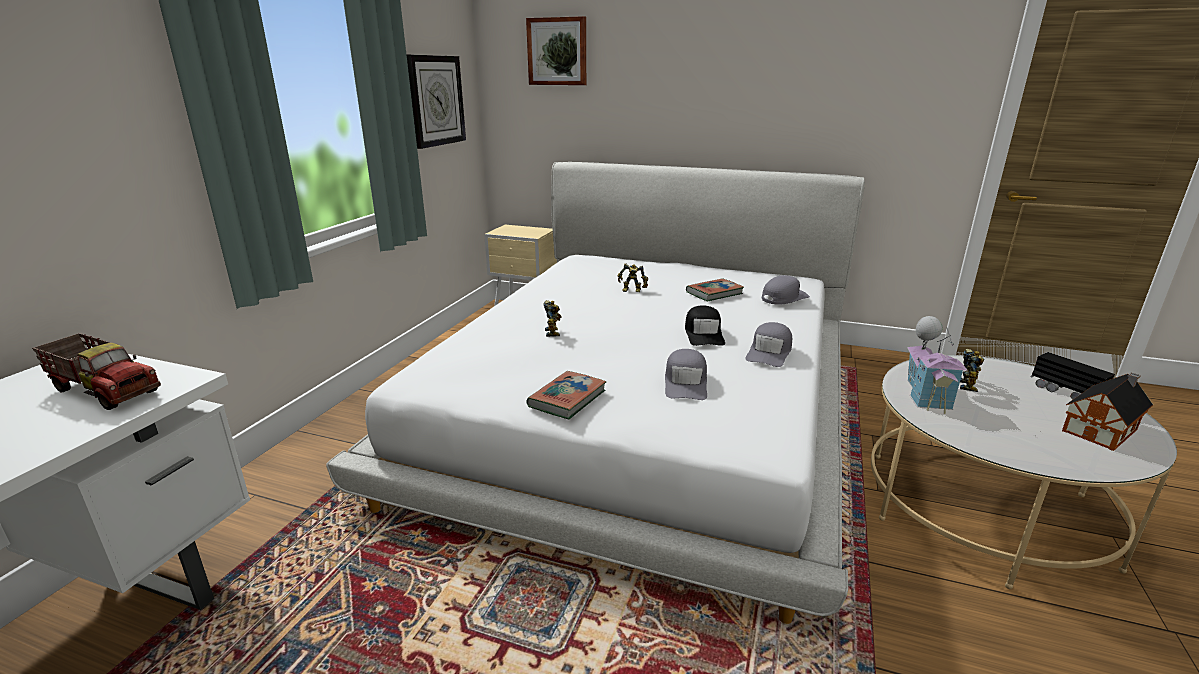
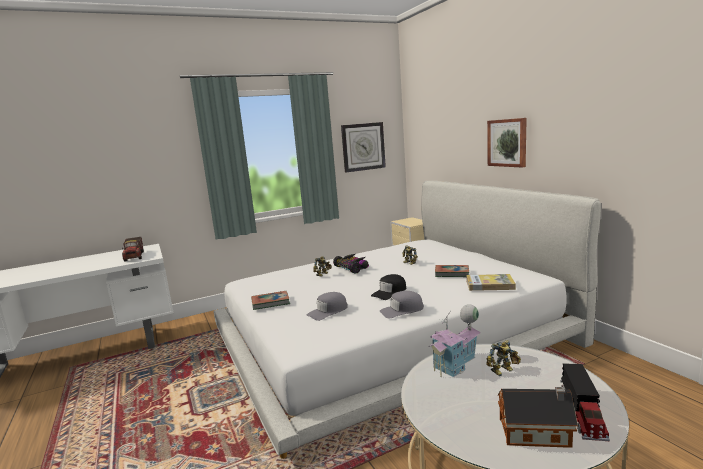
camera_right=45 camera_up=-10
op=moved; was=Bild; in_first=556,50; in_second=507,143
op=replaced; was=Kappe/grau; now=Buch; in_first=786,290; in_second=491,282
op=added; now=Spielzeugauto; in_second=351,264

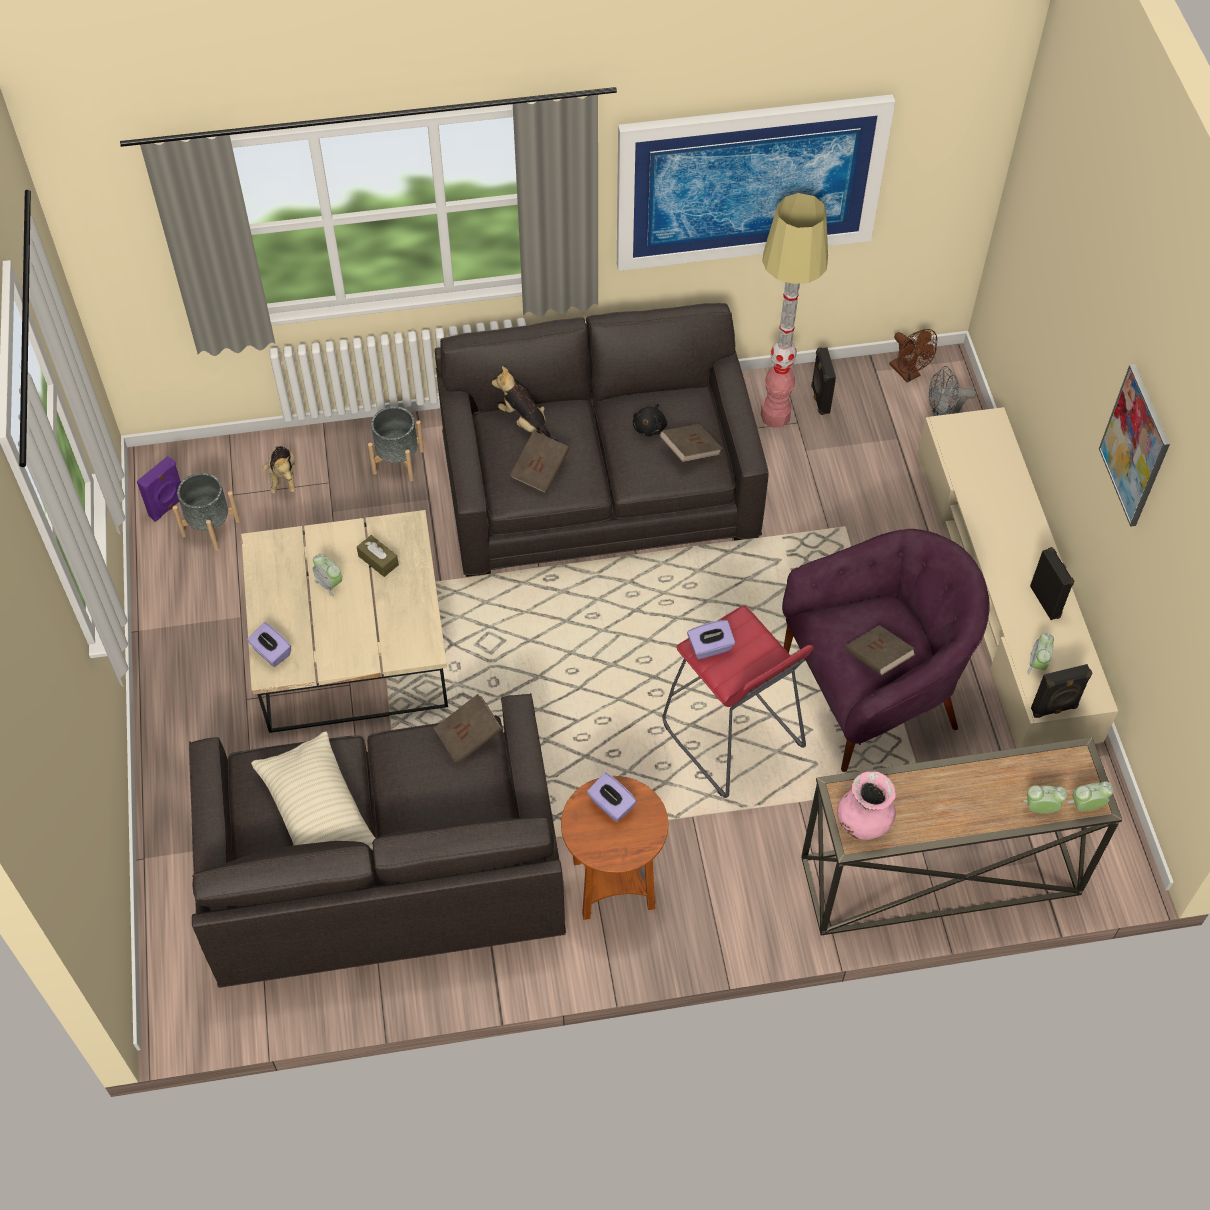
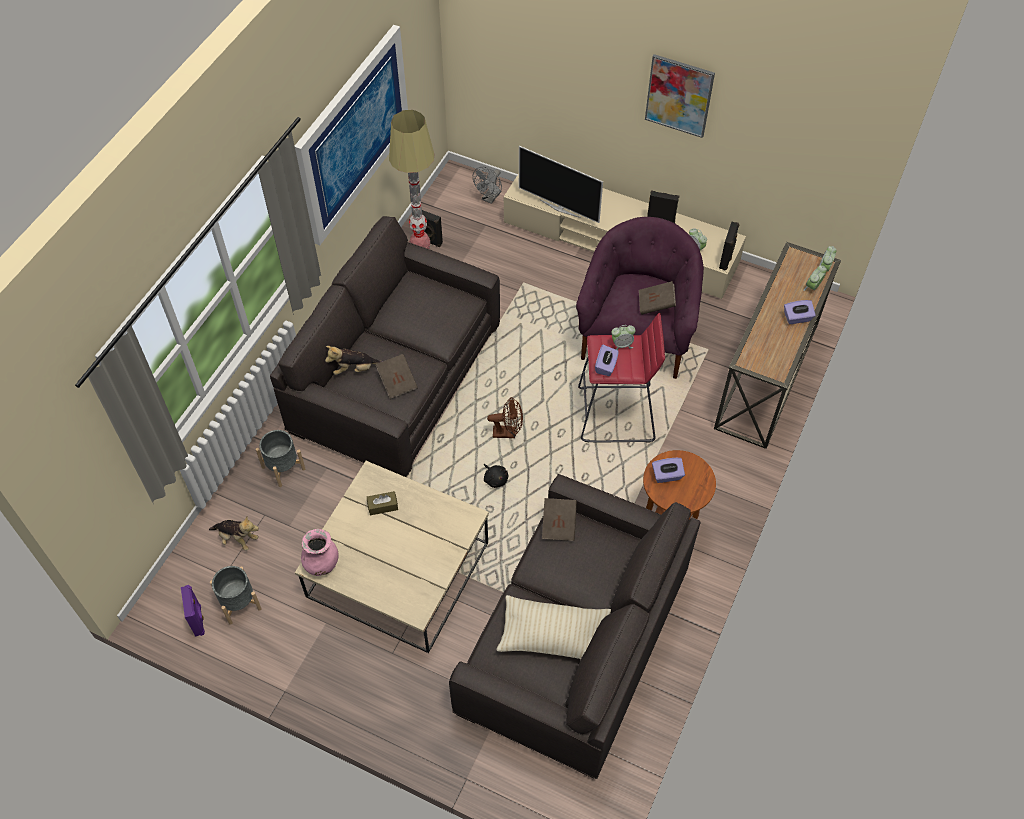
camera_right=-55 camera_up=0
op=moved; was=Ventilator/braun; in_first=913,356; in_second=505,417
op=moved; was=Plüschtier/schwarz; in_first=650,420; in_second=496,476
op=removed; was=Buch/braun; in_first=691,443
op=moved; was=Wecker; in_first=327,575; in_second=623,337
op=moved; was=Taschentuchbox/lila; in_first=269,644; in_second=800,312
op=moved; was=Vase/rosa; in_first=866,805; in_second=320,552
op=added; now=Fernseher; in_second=561,184

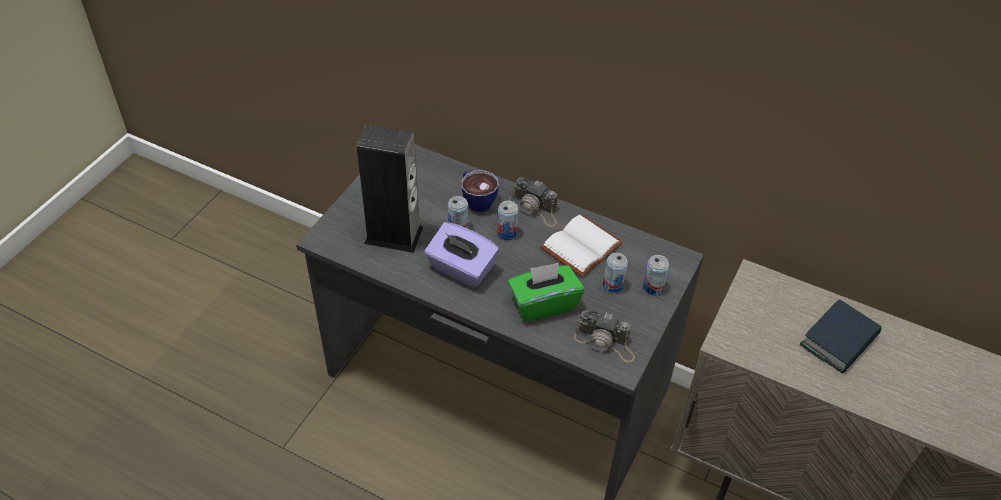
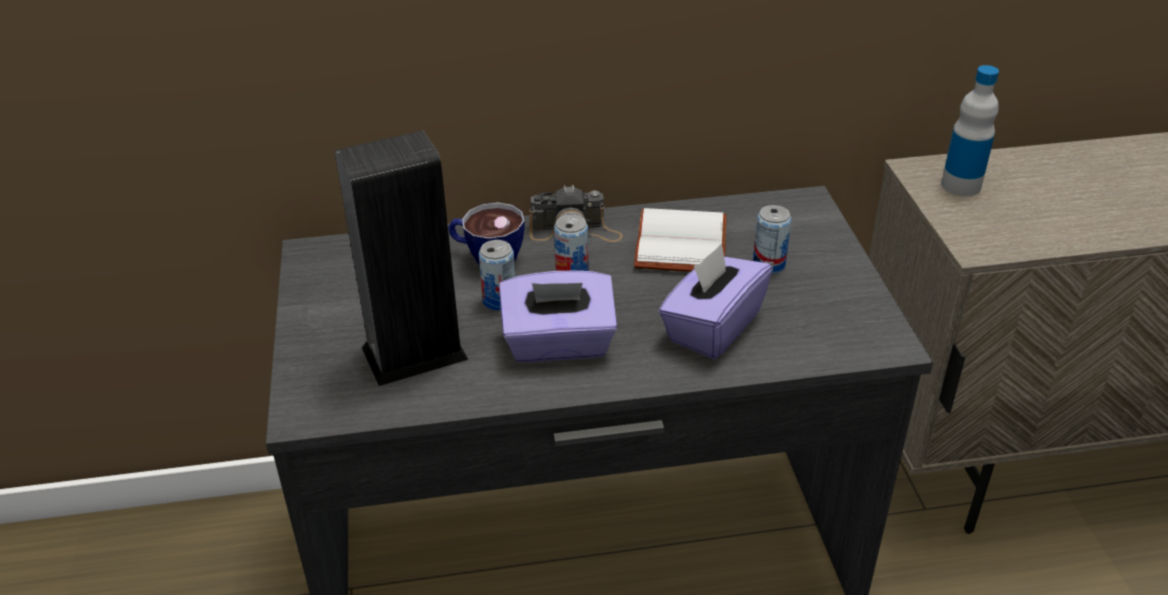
camera_right=-35 camera_up=-10
op=removed; was=Dose; in_first=656,275
op=recoloured; was=Taschentuchbox/grün; now=Taschentuchbox/lila; in_first=546,292; in_second=715,301
op=removed; was=Buch; in_first=840,336
op=removed; was=Kamera; in_first=604,336
op=added; now=Flasche; in_second=970,130

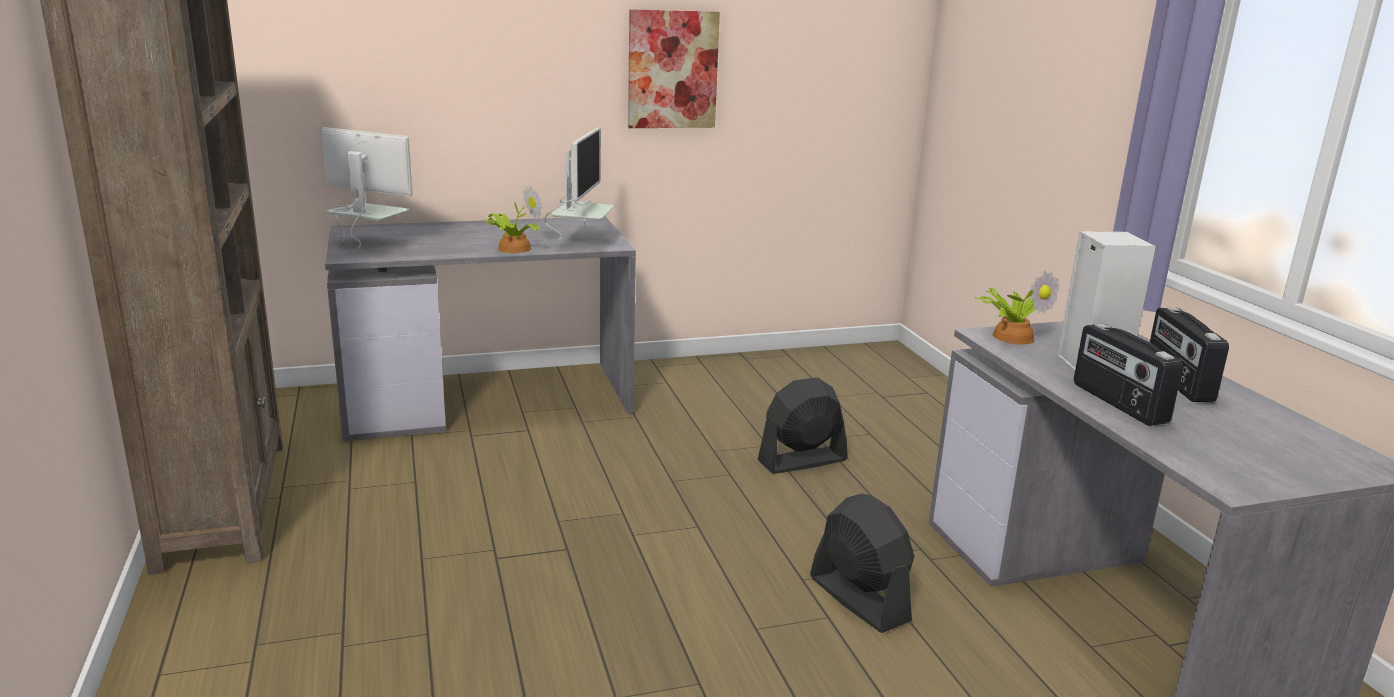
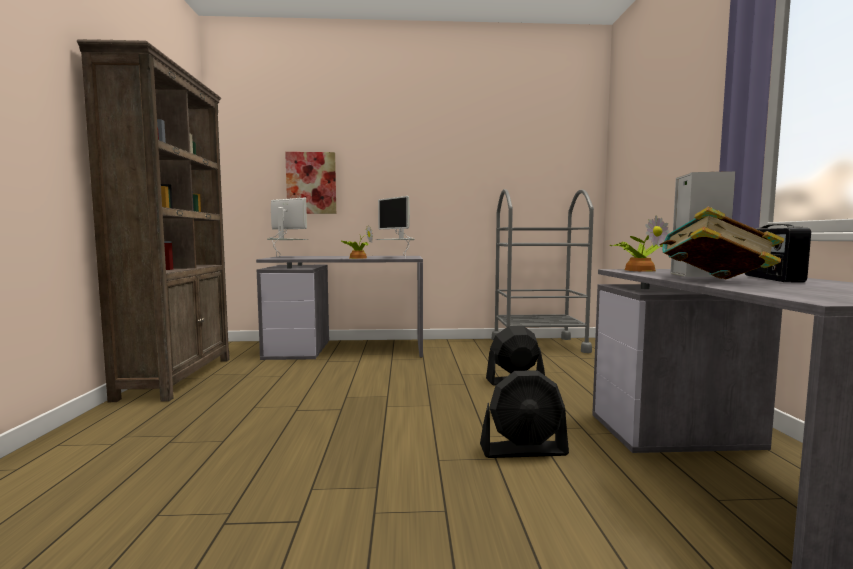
camera_right=15 camera_up=-15
op=moved; was=Bild; in_first=674,68; in_second=310,183
op=turned; was=Monitor; in_first=579,184; in_second=395,227; clockwise=120
op=replaced; was=Radio; now=Buch; in_first=1128,375; in_second=721,242
op=turned; was=Ventilator/schwarz; in_first=862,563; in_second=524,414; clockwise=105
op=added; now=Rollwagen/grau; in_second=543,271

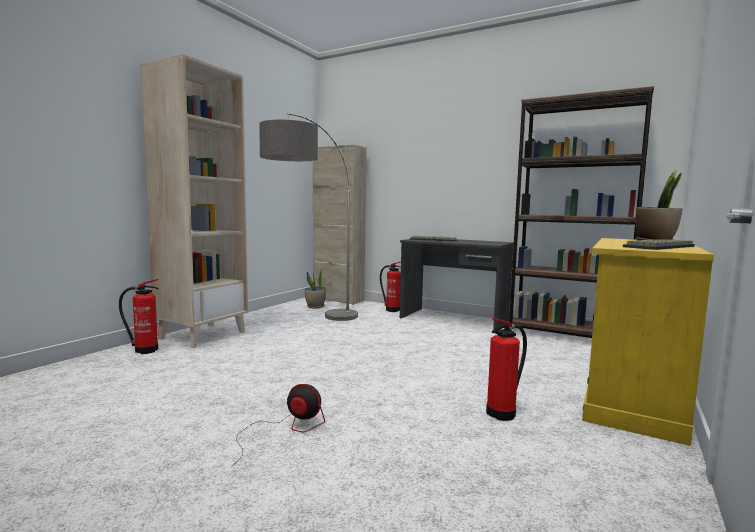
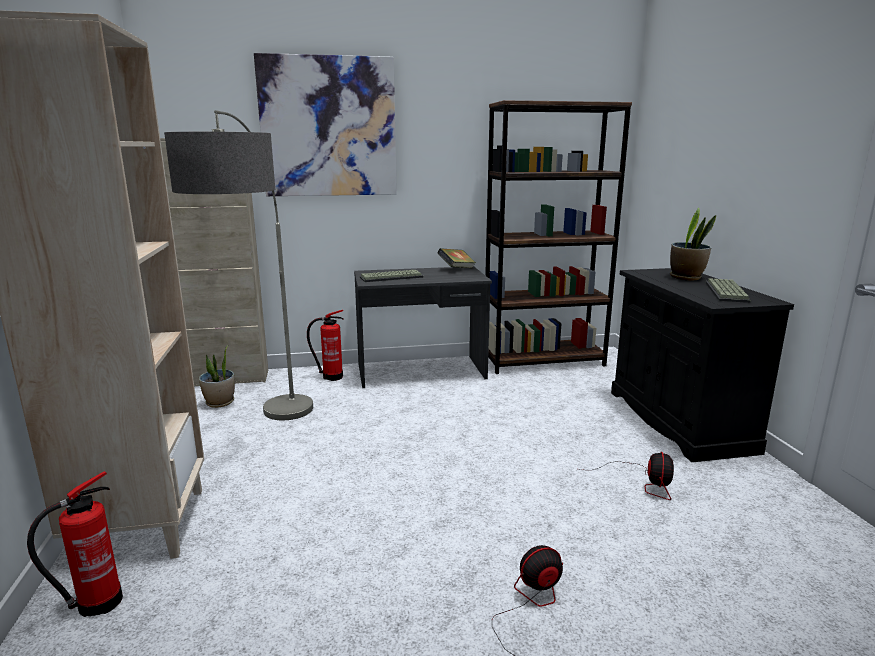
camera_right=-40 camera_up=10
op=recoloured; was=Schrank/gelb; now=Schrank/schwarz; in_first=648,342; in_second=702,365
op=replaced; was=Feuerlöscher; now=Ventilator; in_first=506,369; in_second=627,476
op=added; now=Bild; in_second=325,124
op=added; now=Buch; in_second=457,258

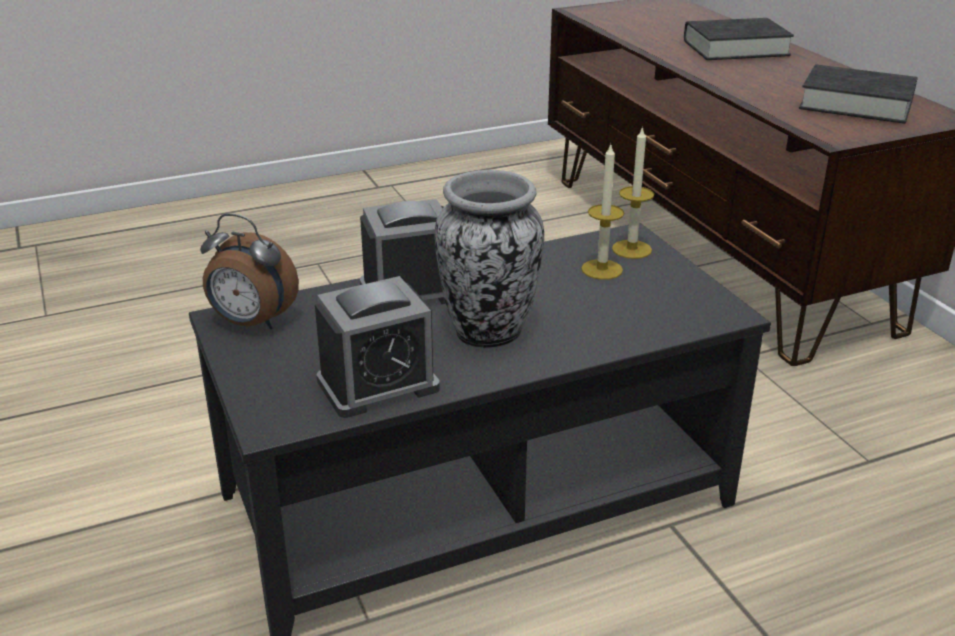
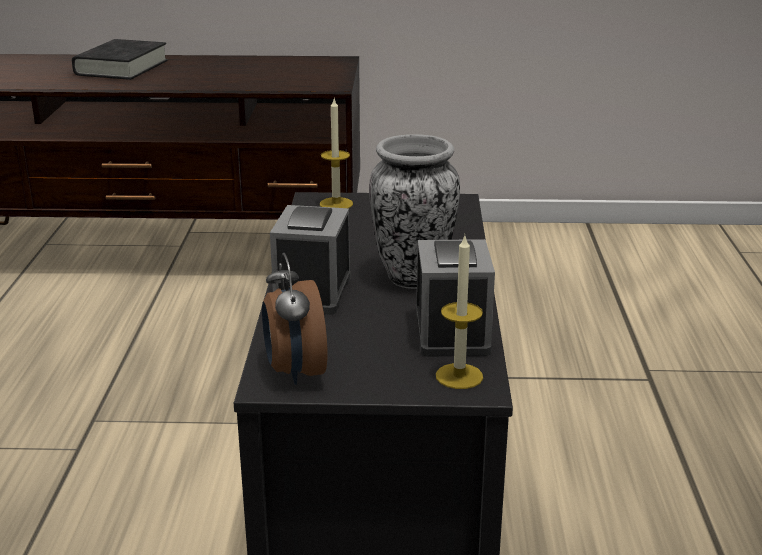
camera_right=-65 camera_up=-5
op=removed; was=Buch/schwarz; in_first=858,94
op=moved; was=Kerze; in_first=602,212; in_second=459,312
op=turned; was=Wecker; in_first=249,271; in_second=294,319; clockwise=120

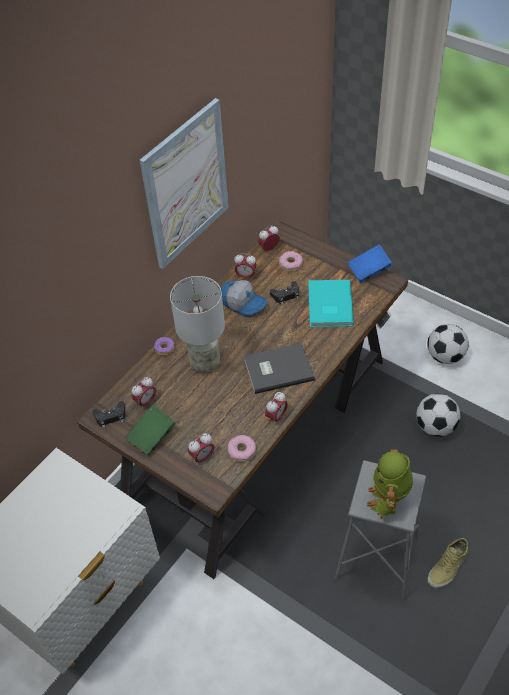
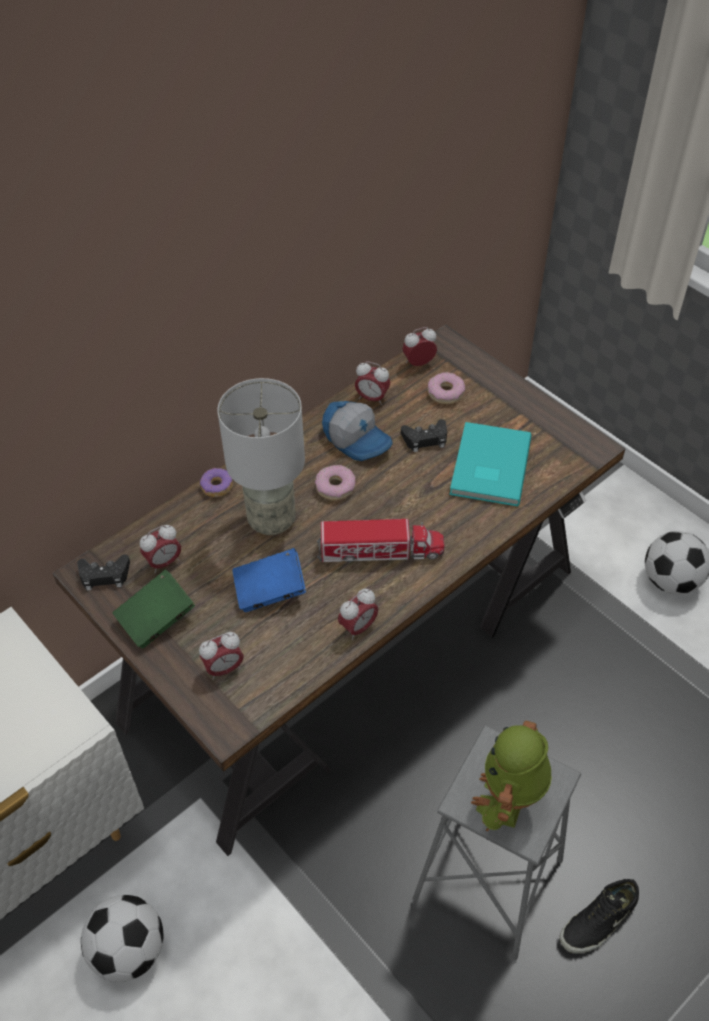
camera_right=10 camera_up=0
op=removed; was=Bild; in_first=184,183
op=moved; was=Buch/blau; in_first=370,263; in_second=269,580
op=replaced; was=Buch/grau; now=Spielzeuglaster; in_first=279,368; in_second=381,540
op=moved; was=Fußball; in_first=438,415; in_second=122,938
op=moved; was=Donut; in_first=242,448; in_second=335,483
op=recoloured; was=Schuh/beige; now=Schuh/schwarz; in_first=448,563; in_second=599,916

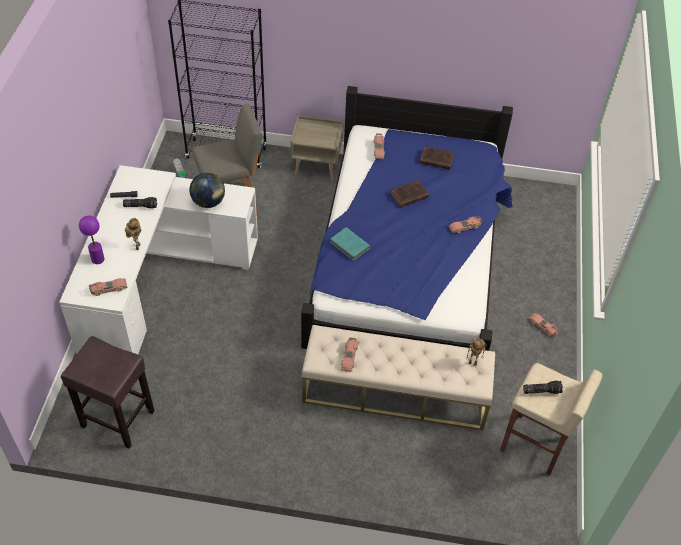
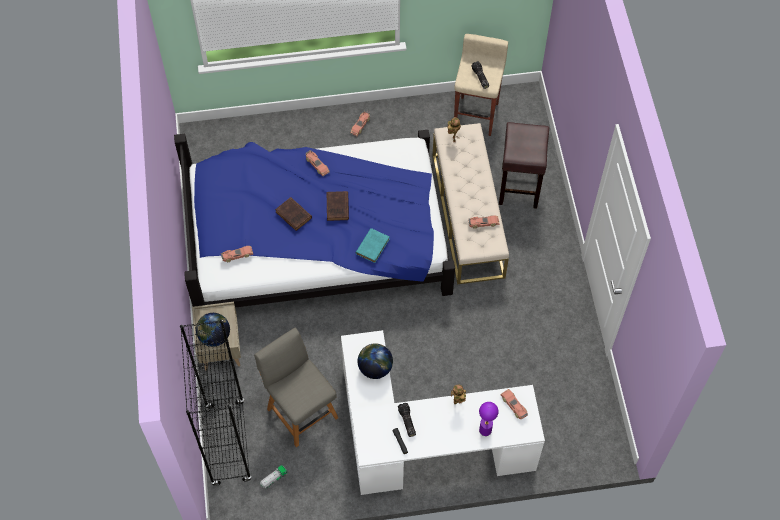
camera_right=-105 camera_up=10
op=moved; was=Buch/braun; in_first=437,158; in_second=338,206
op=moved; was=Hocker/braun; in_first=107,392; in_second=524,165
op=added; now=Globus; in_second=213,330

